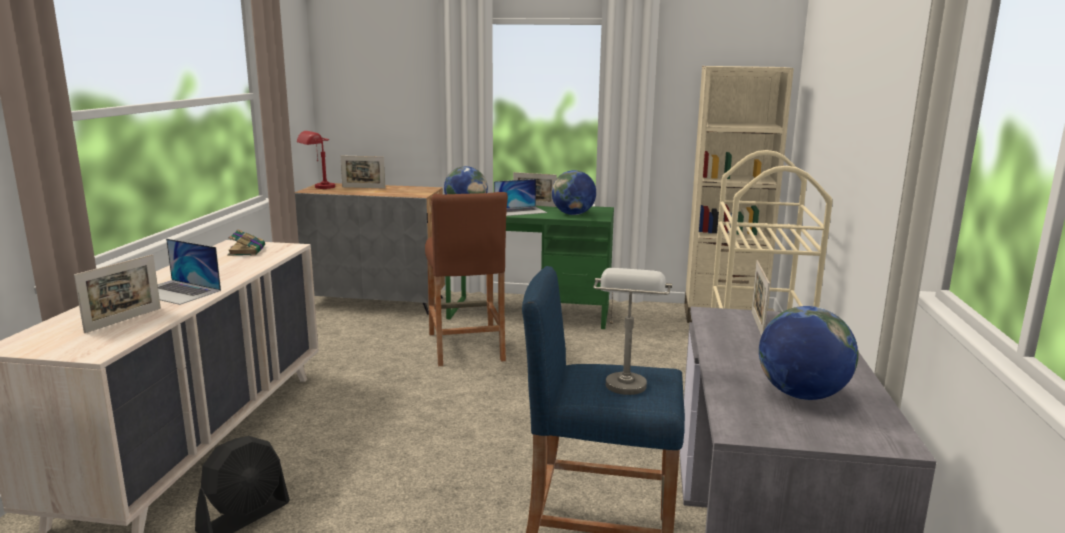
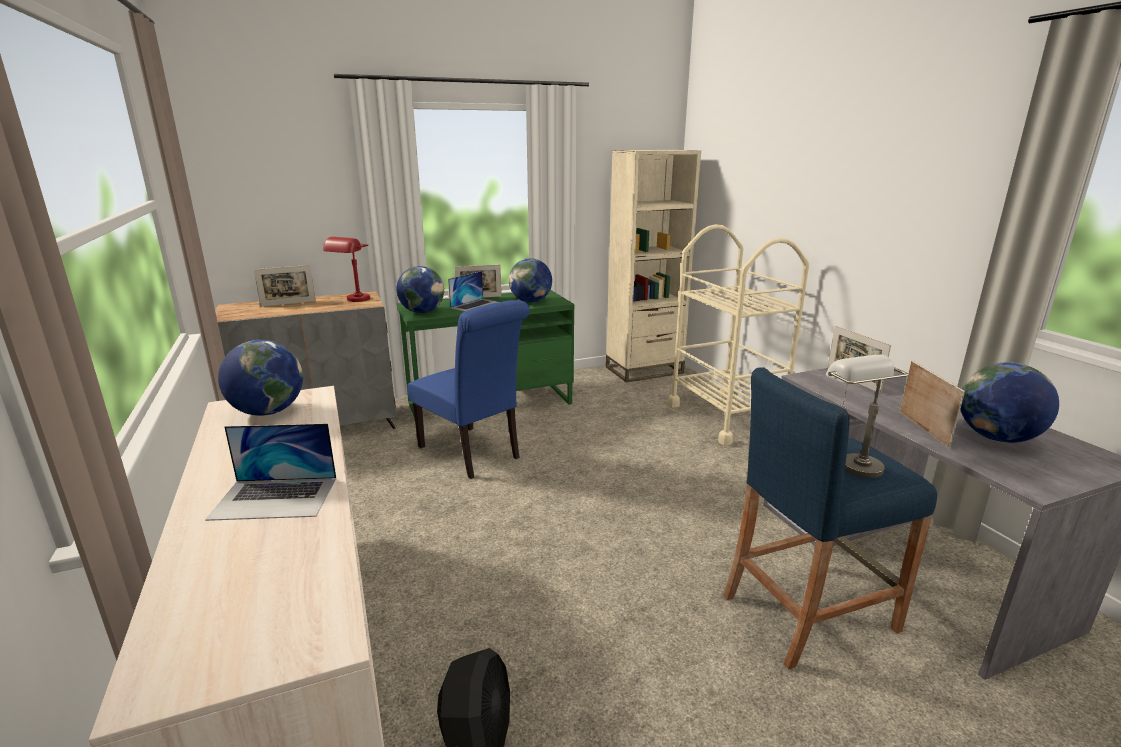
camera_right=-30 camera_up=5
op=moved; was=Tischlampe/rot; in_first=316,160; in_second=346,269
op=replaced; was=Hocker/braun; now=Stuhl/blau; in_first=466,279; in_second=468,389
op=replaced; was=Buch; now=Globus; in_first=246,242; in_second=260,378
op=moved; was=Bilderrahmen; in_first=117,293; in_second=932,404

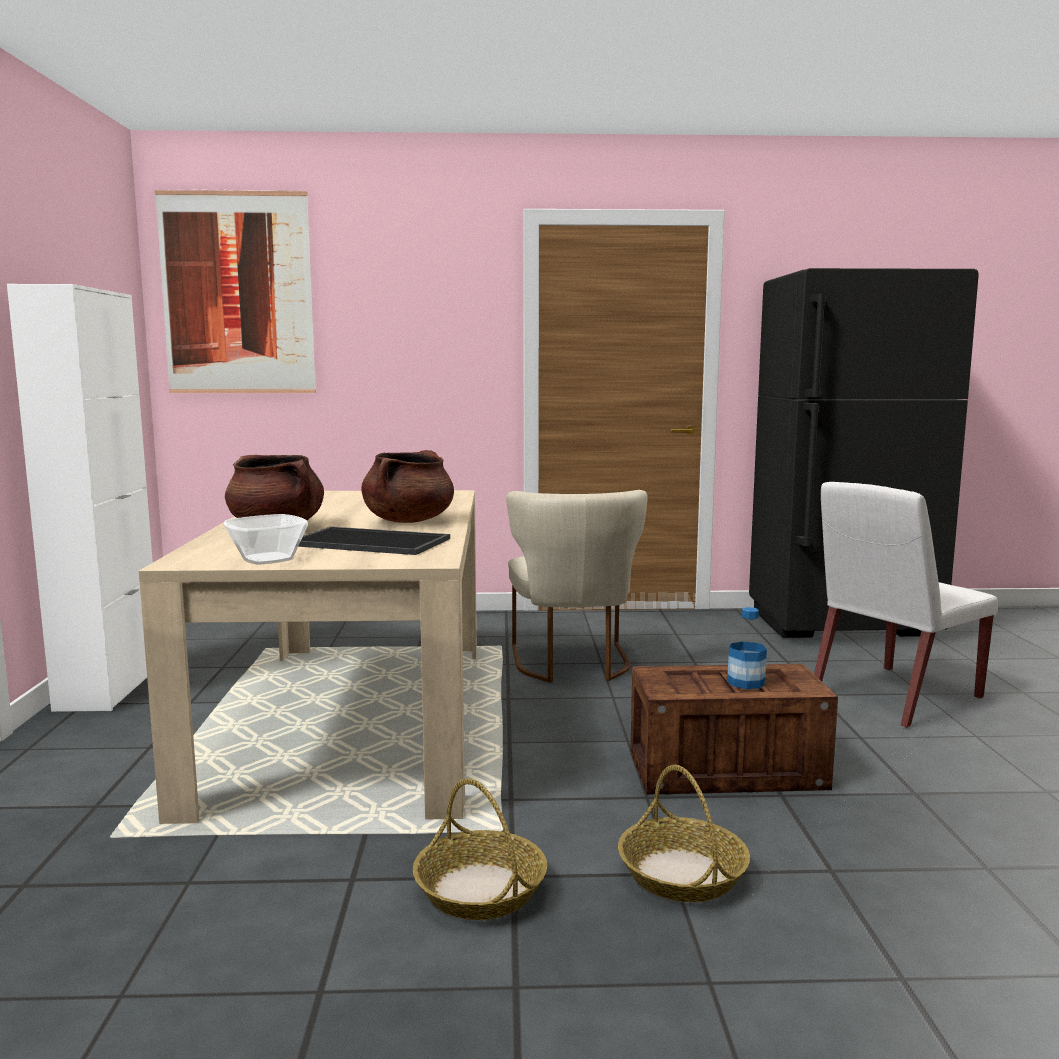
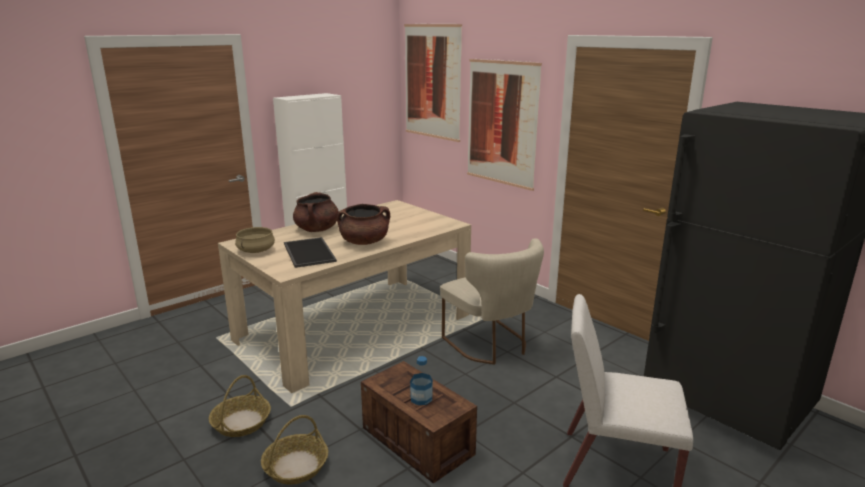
camera_right=50 camera_up=10
op=turned; was=Stuhl/beige; in_first=577,586; in_second=492,301; clockwise=-75
op=replaced; was=Schüssel; now=Kochtopf/beige; in_first=266,539; in_second=255,240
op=added; now=Bild; in_second=504,125

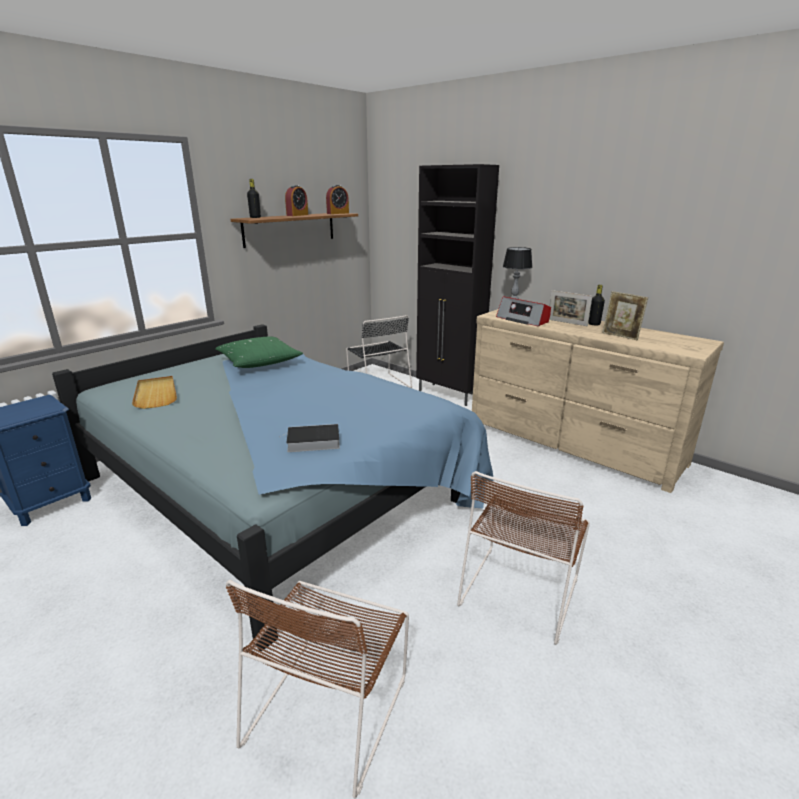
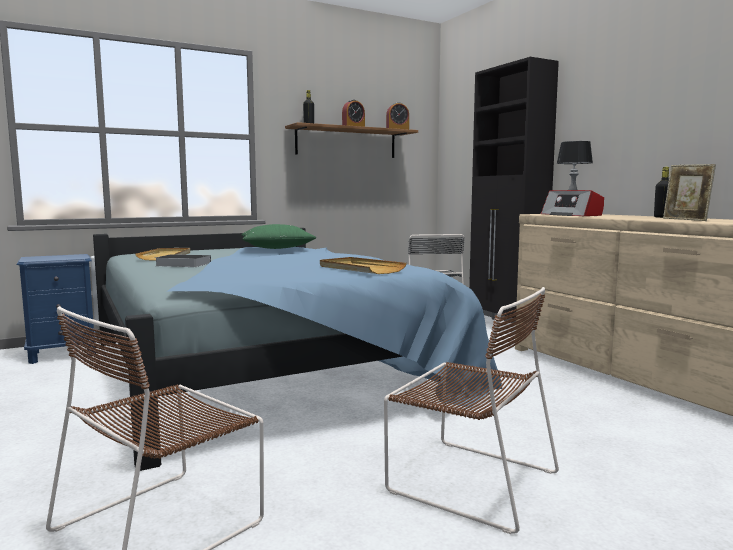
camera_right=20 camera_up=-15
op=removed; was=Bilderrahmen; in_first=570,308
op=moved; was=Buch; in_first=312,438; in_second=183,260
op=turned; was=Stuhl/braun; in_first=523,558; in_second=471,410; clockwise=-105
op=added; now=Tablett/beige; in_second=363,265

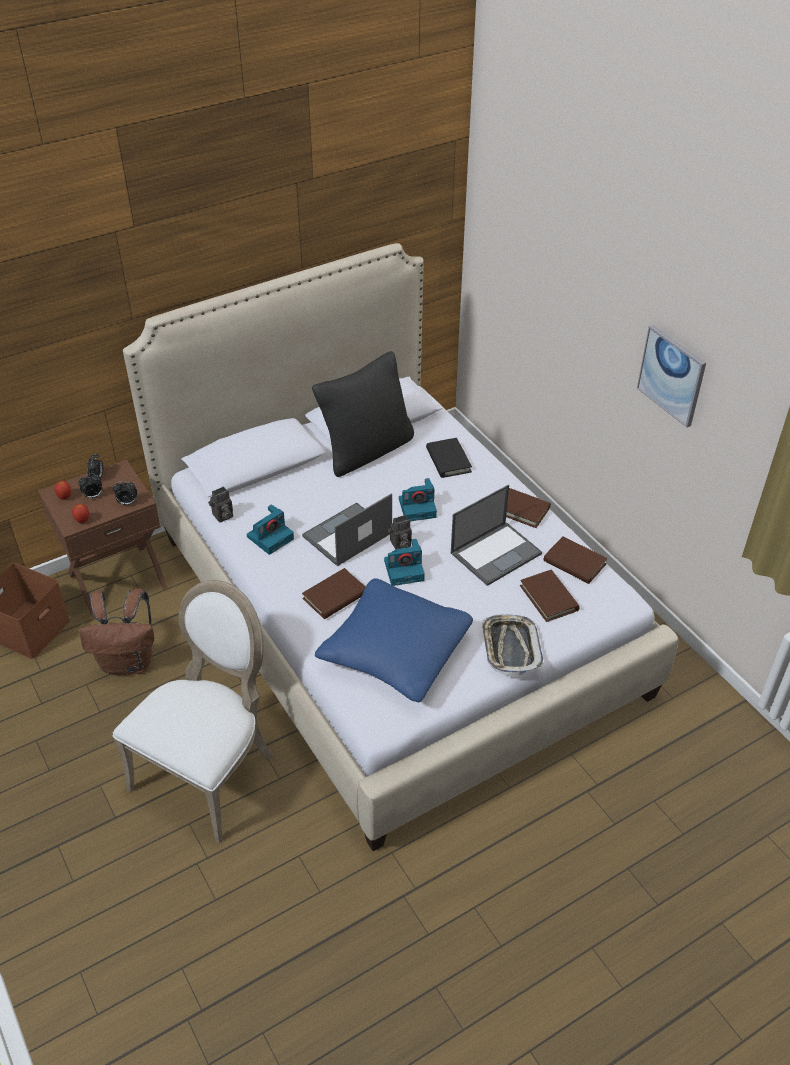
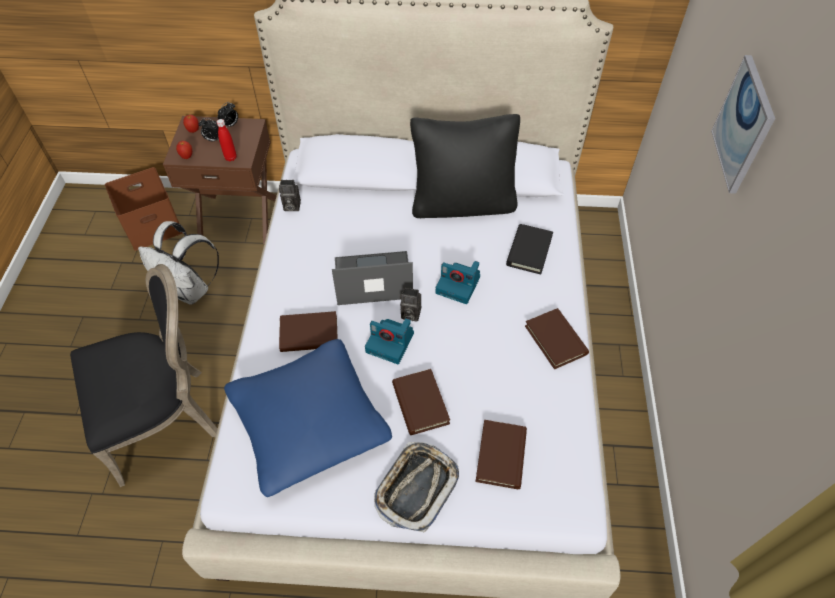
camera_right=35 camera_up=10
op=moved; was=Bild; in_first=671,376; in_second=743,124
op=replaced; was=Wecker; now=Flasche/rot; in_first=124,493; in_second=227,140
op=removed; was=Laptop; in_first=496,535
op=removed; was=Kamera; in_first=270,530
op=moved; was=Buch/braun; in_first=576,560; in_second=421,402
op=recoloured; was=Stuhl/weiß; now=Stuhl/schwarz; in_first=193,711; in_second=144,375
op=recoloured; was=Rucksack/braun; now=Rucksack/weiß; in_first=116,631; in_second=178,263

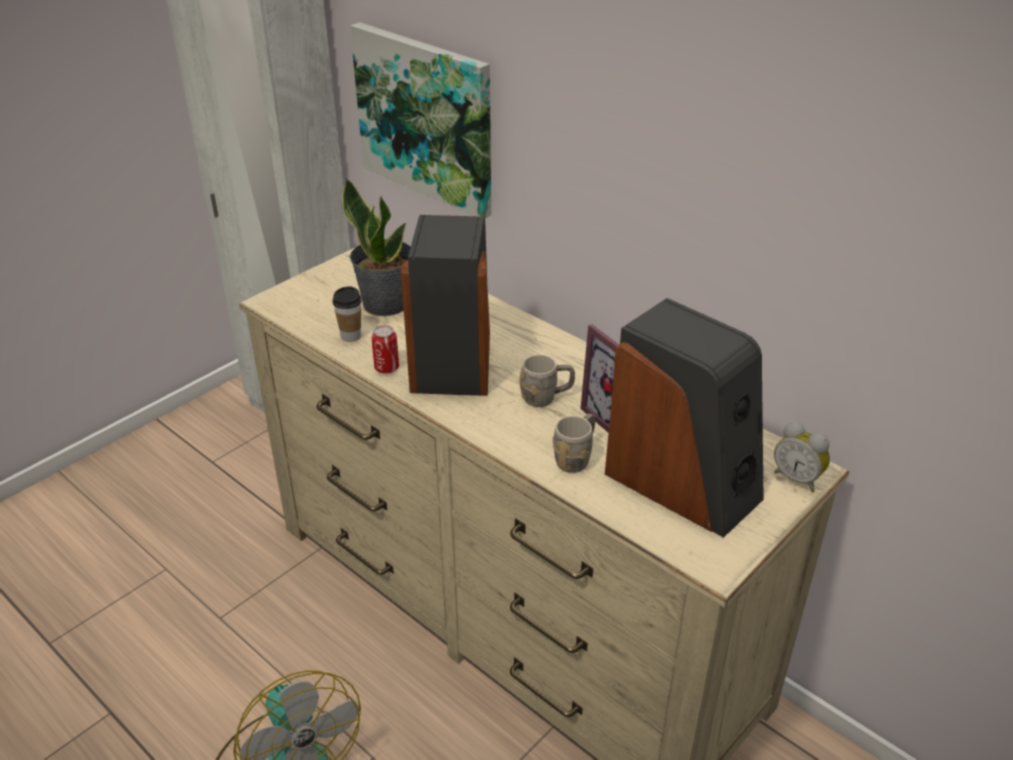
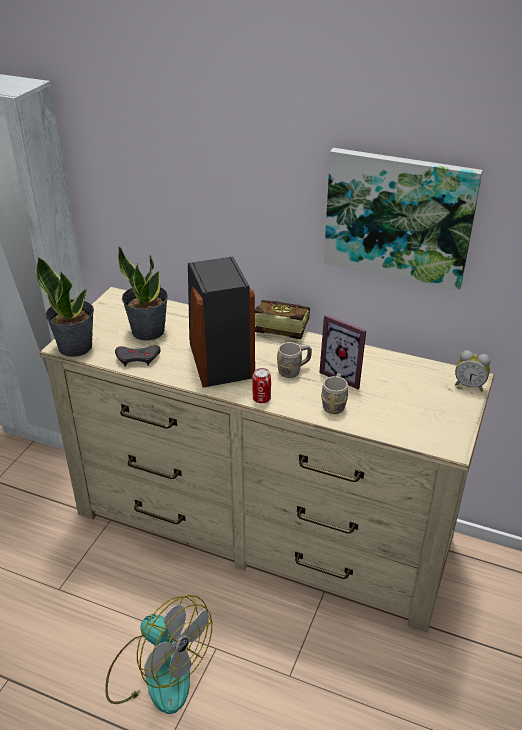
camera_right=-20 camera_up=0
op=moved; was=Bild; in_first=420,120; in_second=403,219
op=replaced; was=Tasse; now=Gamepad/grau; in_first=347,314; in_second=138,356
op=removed; was=Lautsprecher; in_first=684,418
op=moved; was=Dose; in_first=385,349; in_second=262,385
op=added; now=Topfpflanze; in_second=64,307
op=added; now=Buch; in_second=282,319

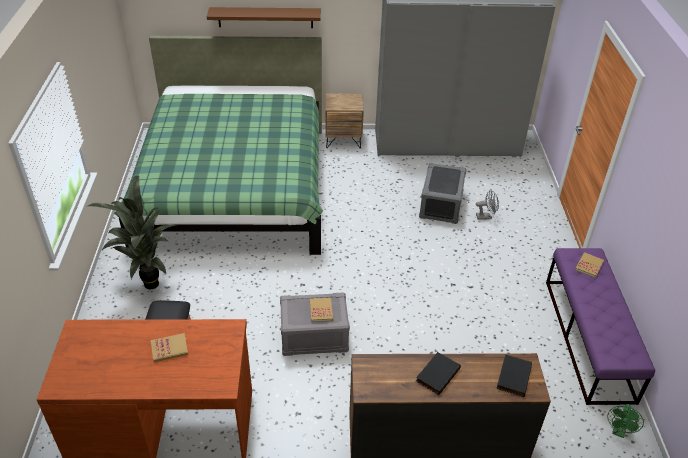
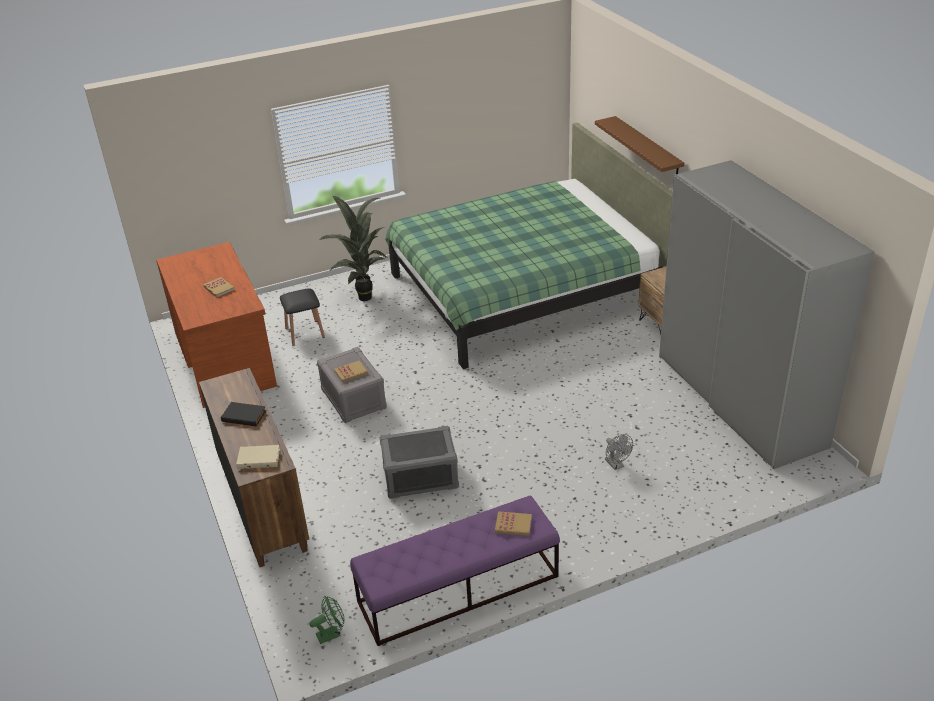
camera_right=70 camera_up=-5
op=moved; was=Aufbewahrungsbox/grau; in_first=443,193; in_second=419,462
op=recoloured; was=Buch/schwarz; now=Buch/beige; in_first=514,375; in_second=258,457
op=turned; was=Ventilator/grün; in_first=625,421; in_second=326,620; clockwise=150

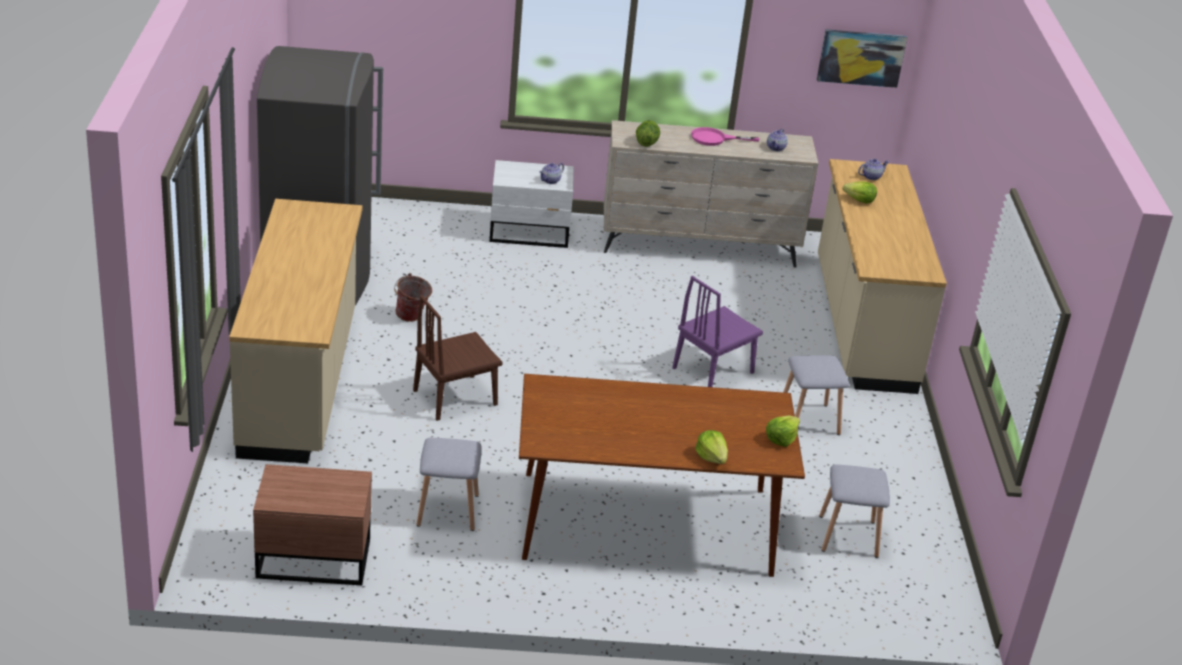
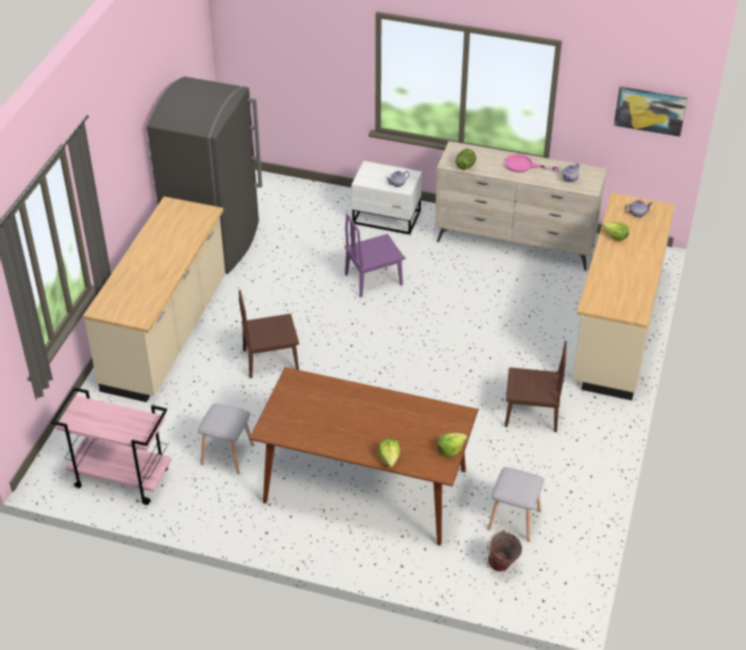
camera_right=20 camera_up=10
op=moved; was=Eimer; in_first=413,297; in_second=504,551
op=moved; was=Stuhl/lila; in_first=717,331; in_second=375,256
op=replaced; was=Hocker/grau; now=Stuhl/braun; in_first=816,395; in_second=536,386
op=replaced; was=Nachttisch/braun; now=Rollwagen/rosa; in_first=312,524; in_second=111,446

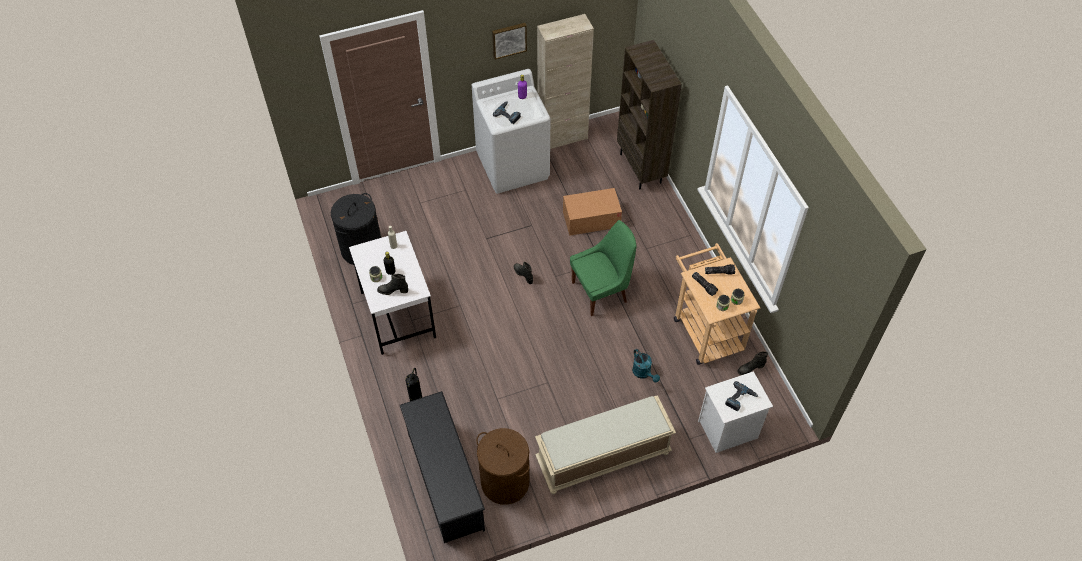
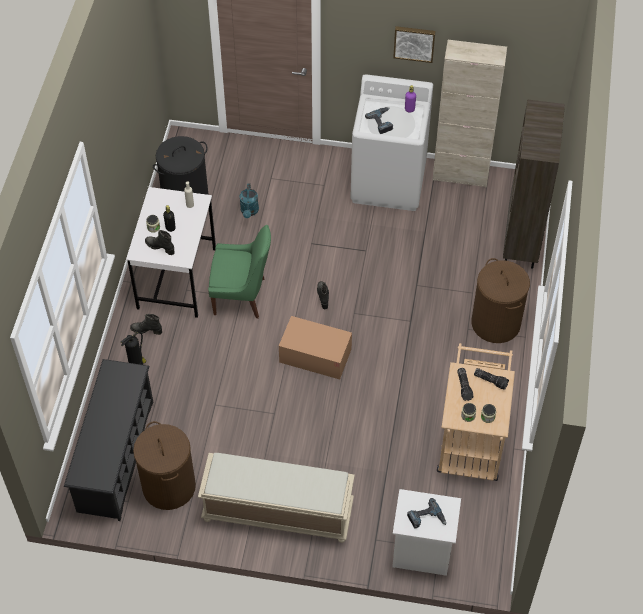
camera_right=30 camera_up=0
op=moved; was=Karton; in_first=592,212; in_second=315,347
op=moved; was=Stuhl/grün; in_first=603,268; in_second=239,272
op=moved; was=Gießkanne/türkis; in_first=646,365; in_second=249,200
op=moved; was=Stiefel/schwarz; in_first=753,363; in_second=146,324
op=added; now=Wäschekorb/braun; in_second=501,300

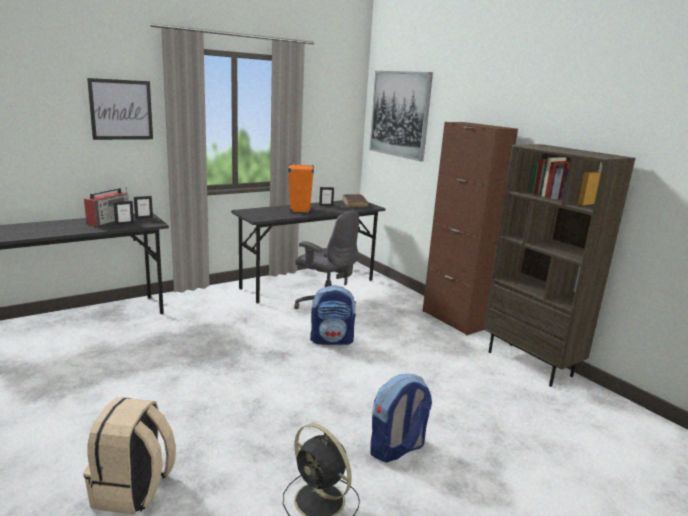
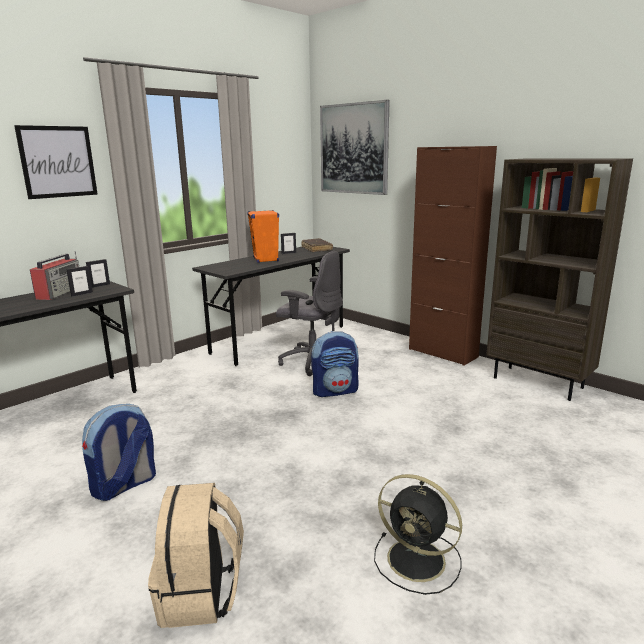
camera_right=-10 camera_up=0
op=moved; was=Rucksack; in_first=401,418; in_second=119,452

